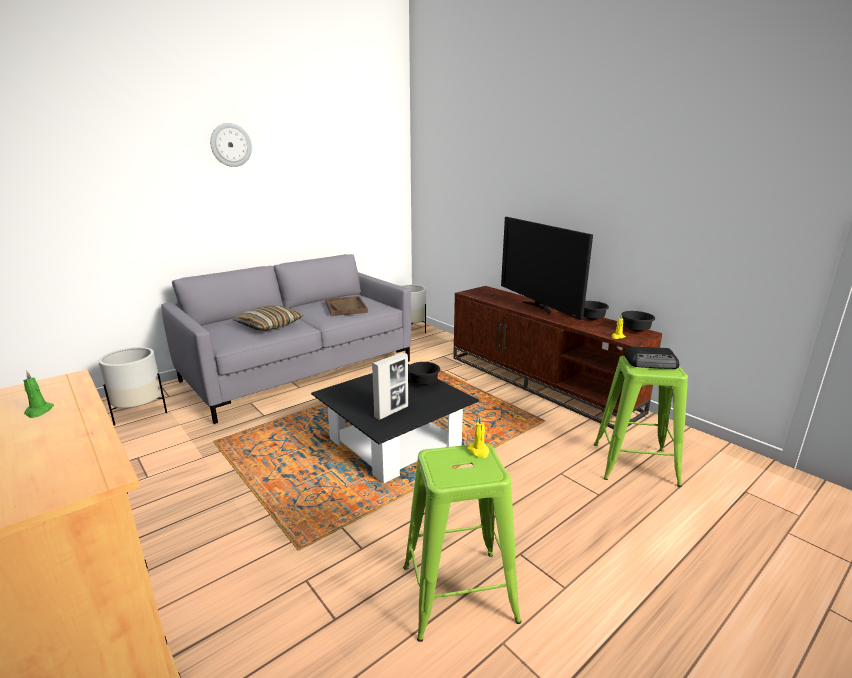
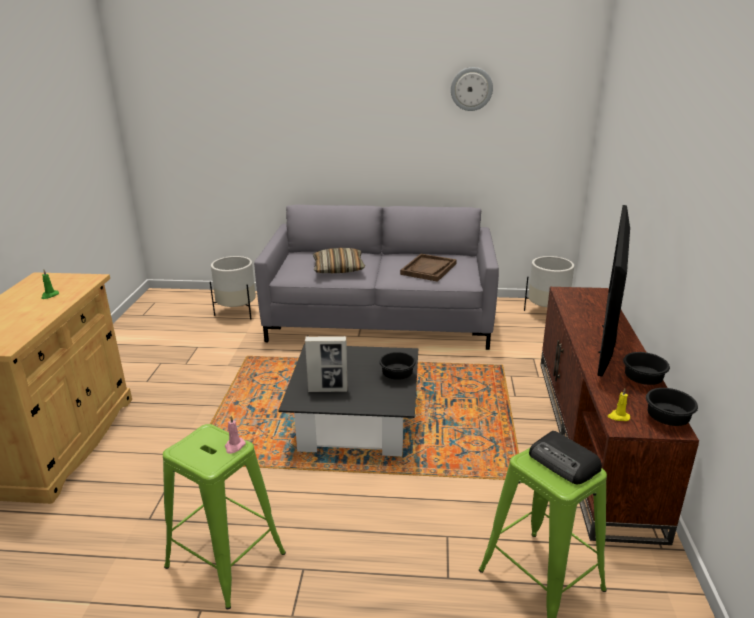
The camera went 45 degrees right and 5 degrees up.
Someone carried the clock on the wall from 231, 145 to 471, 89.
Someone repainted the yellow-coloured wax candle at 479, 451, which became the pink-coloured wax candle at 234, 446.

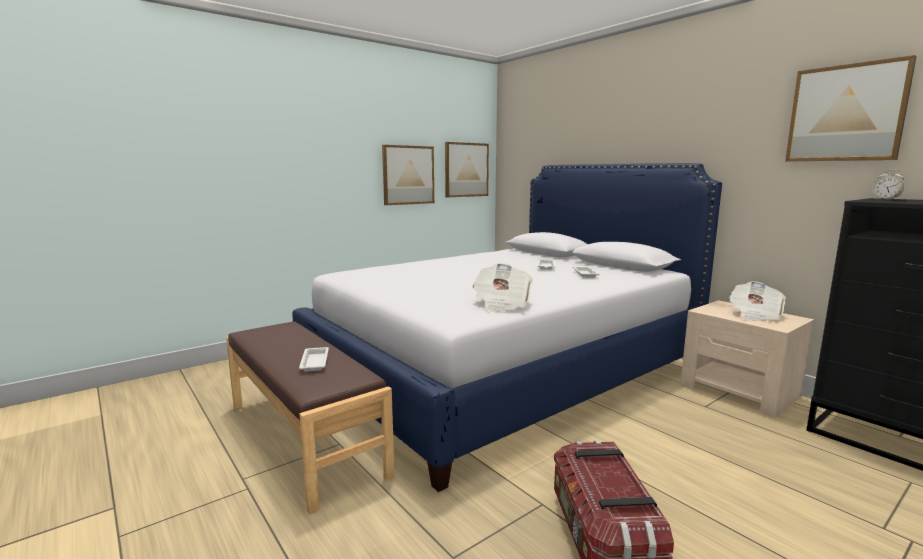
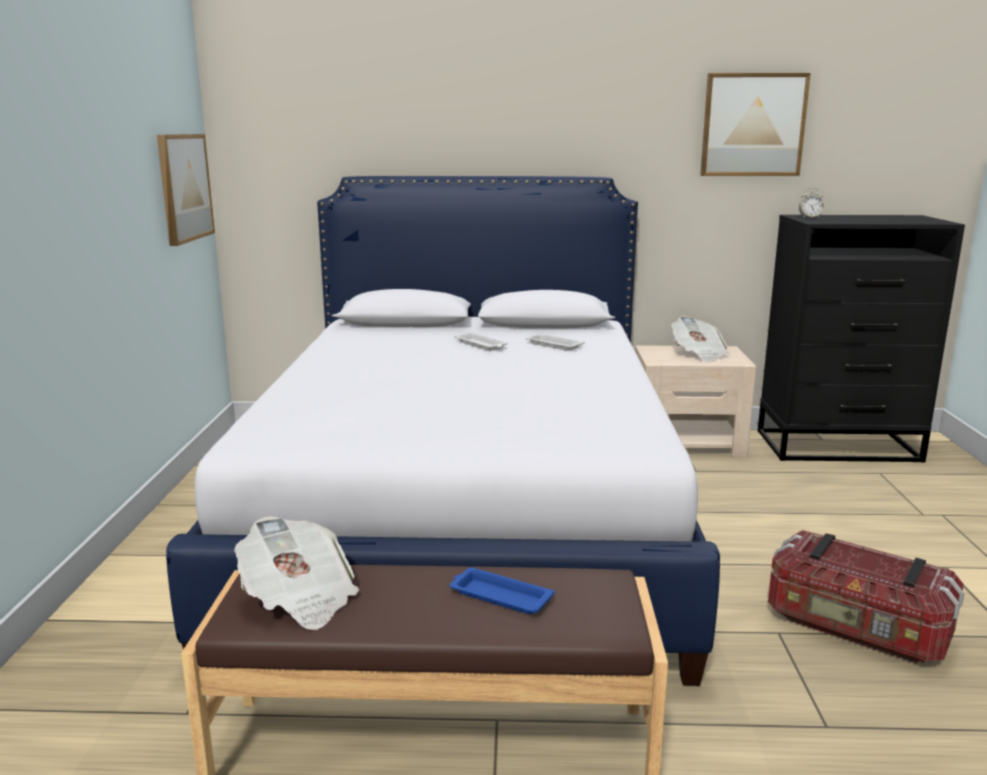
The camera went 50 degrees left and 5 degrees up.
Someone took away the wall picture at 408, 175.
Someone carried the newspaper from 501, 304 to 299, 599.
Someone repainted the white-coloured carrying tray at 315, 362, which became the bluish carrying tray at 499, 596.

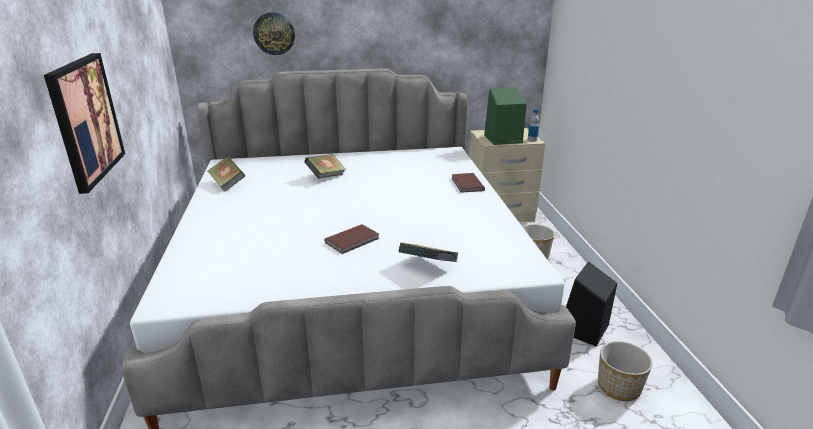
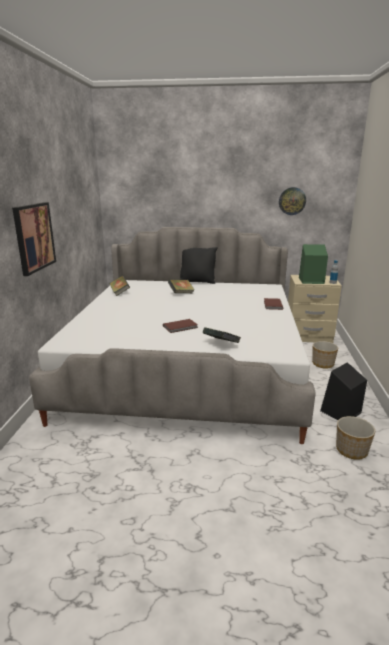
The camera went 15 degrees right and 5 degrees down.
Someone carried the clock on the wall from 274, 33 to 292, 201.
Someone put down the blackish throw pillow at 197, 282.

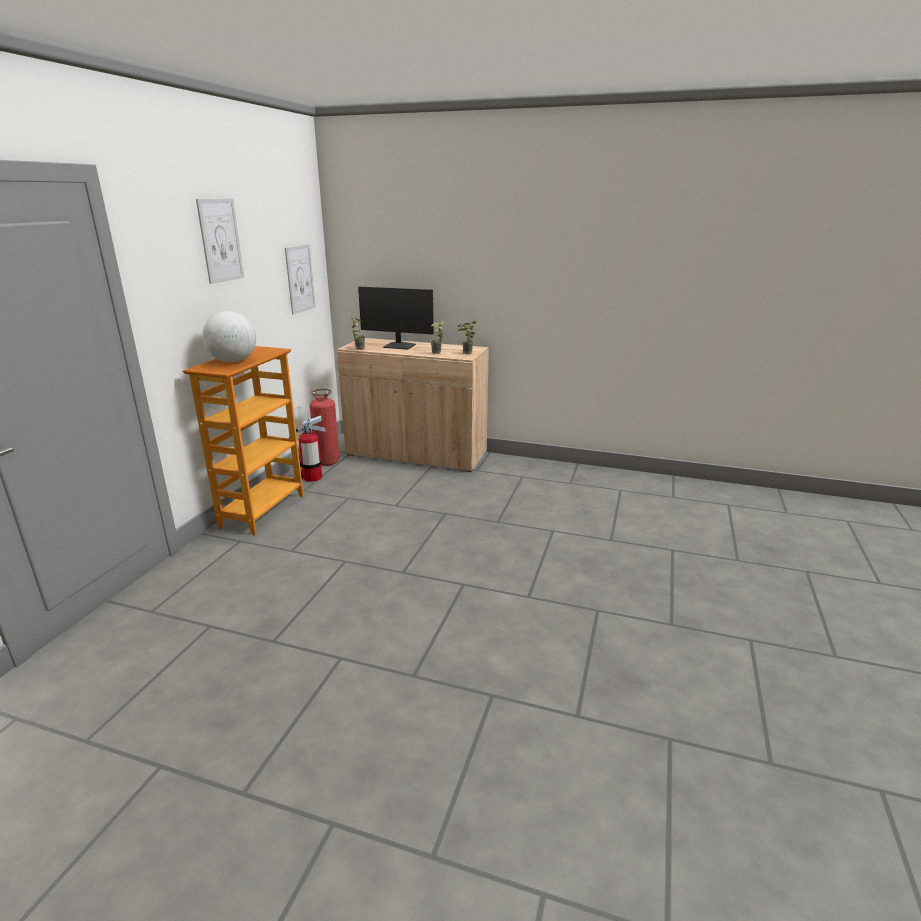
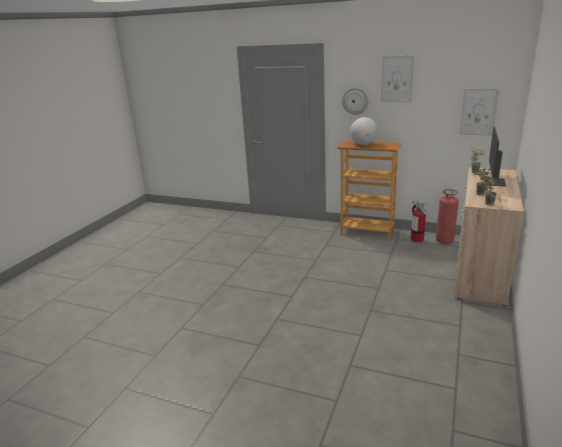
The camera went 95 degrees right and 0 degrees up.
Someone put up the clock on the wall at 355, 101.

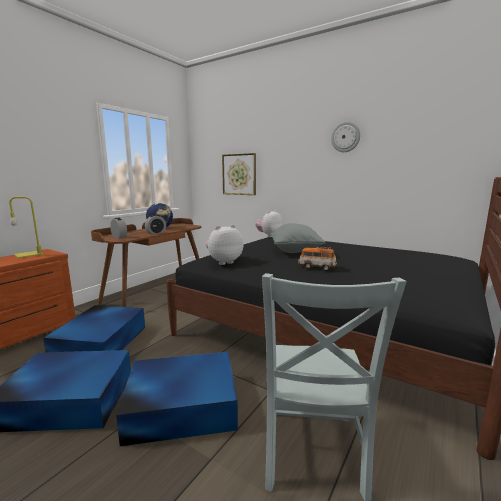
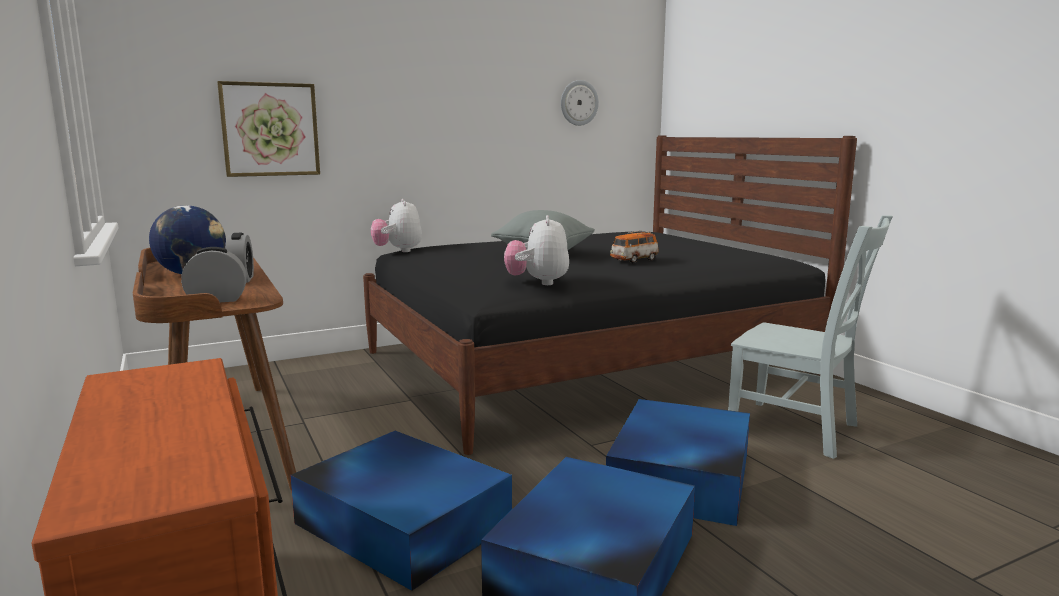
The camera went 60 degrees left and 0 degrees up.
Someone carried the clock on the wall from 345, 137 to 578, 103.
Someone took away the yellow-coloured tabletop lamp at 30, 254.

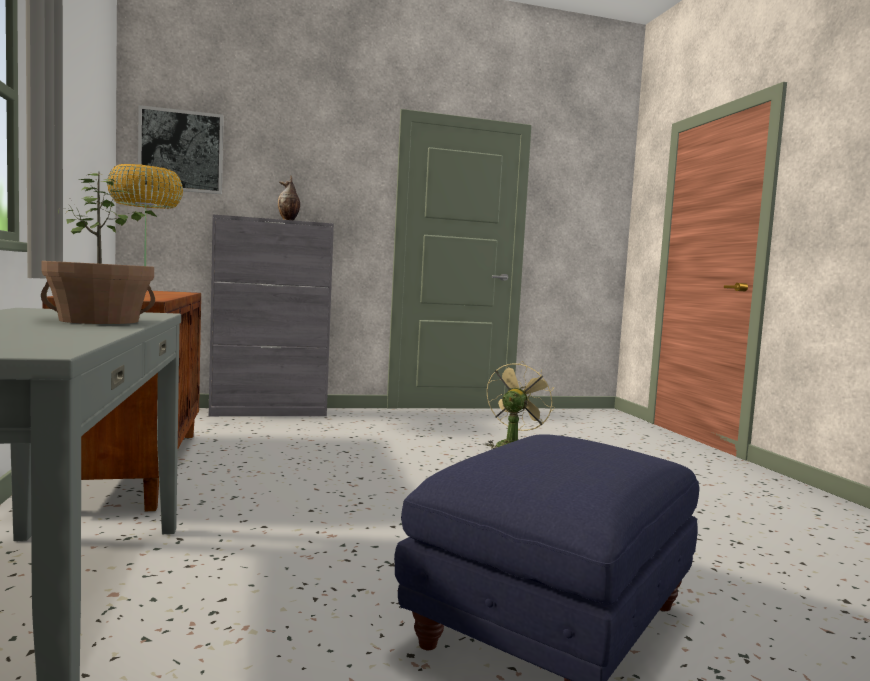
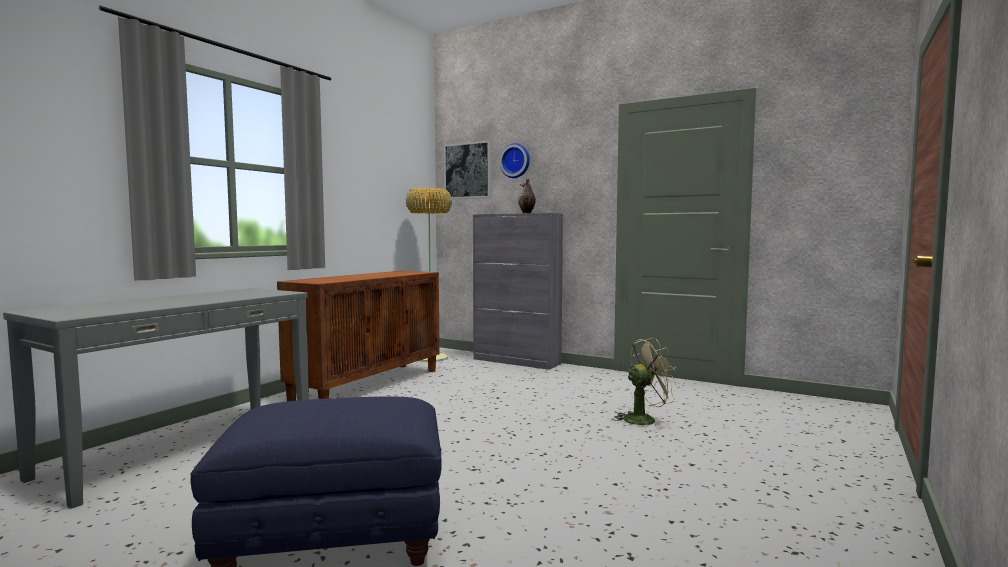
The camera went 45 degrees right and 0 degrees up.
Someone took away the plant in a pot at 99, 321.
Someone put up the clock on the wall at 516, 161.

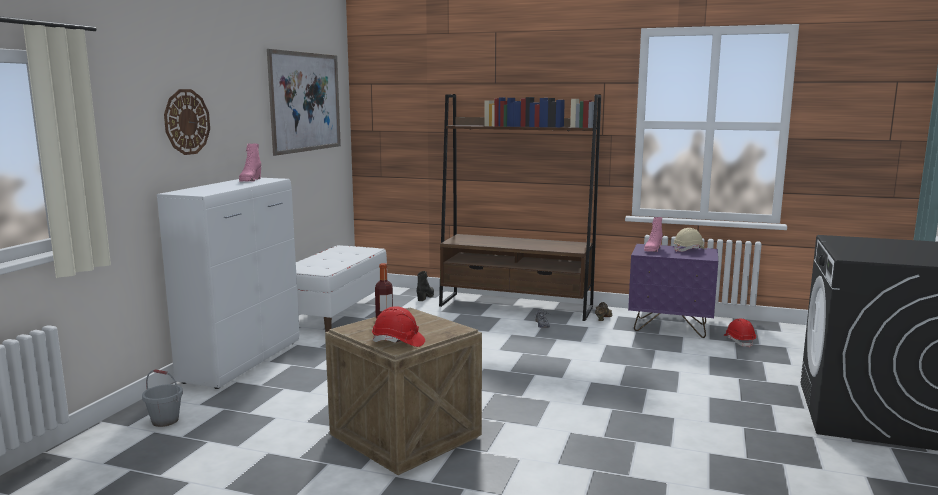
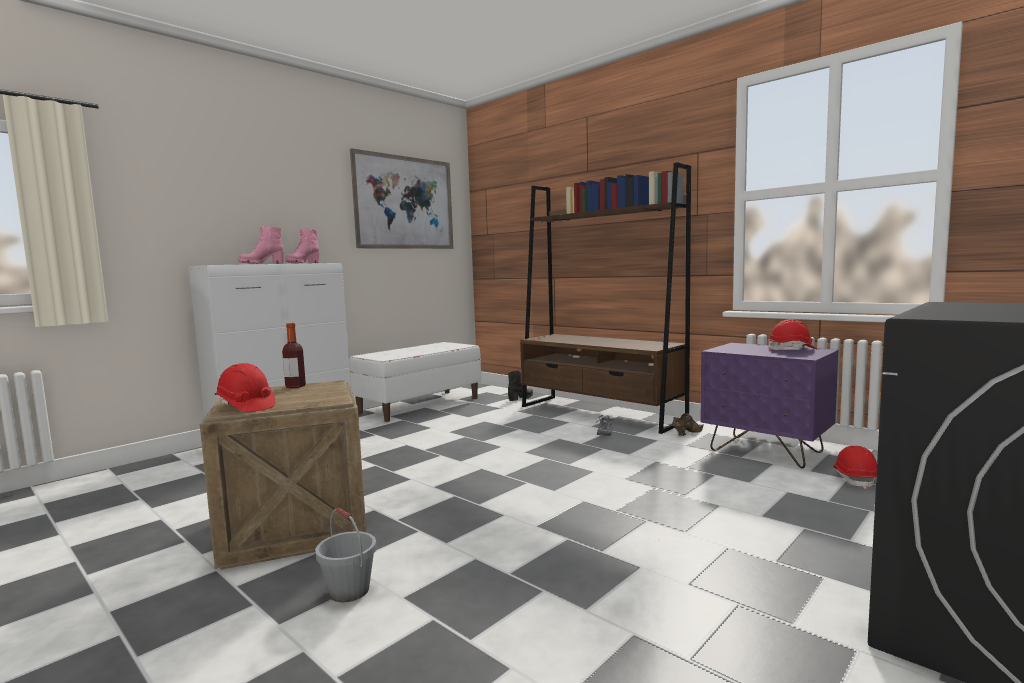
The camera went 25 degrees right and 5 degrees down.
Someone took away the clock on the wall at 186, 122.
Someone carried the pink-coloured tall boot from 652, 250 to 262, 264.
Someone repainted the beige-coloured safety helmet at 689, 250, which became the reddish safety helmet at 792, 349.
Someone carried the grey bucket from 165, 421 to 348, 591.

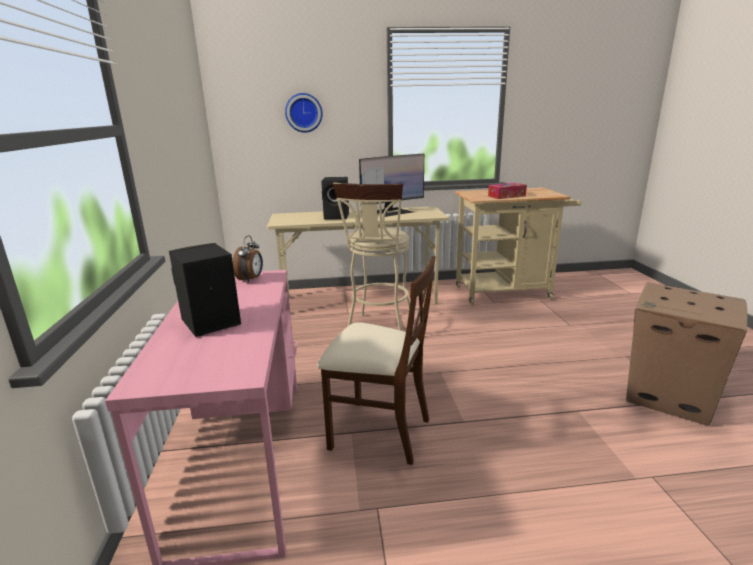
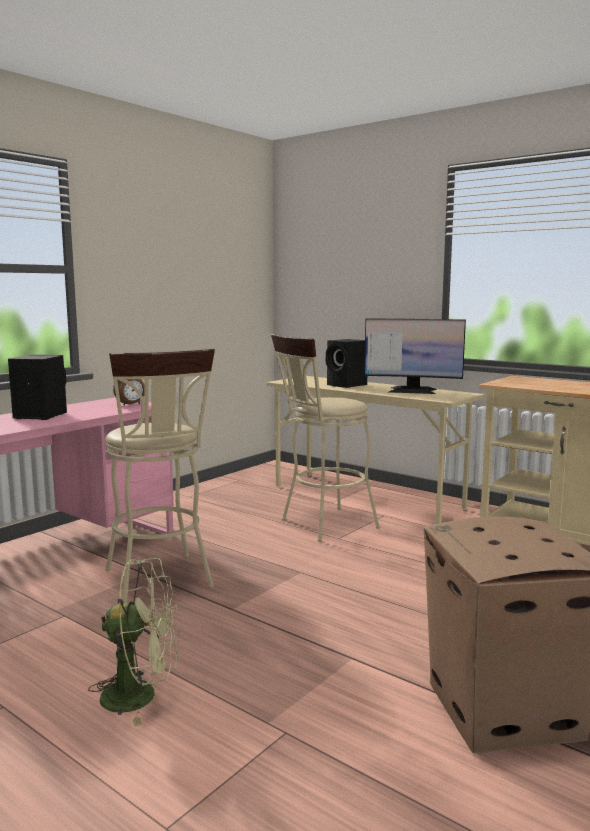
The camera went 45 degrees right and 10 degrees down.
Someone took away the clock on the wall at 304, 113.
Someone took away the box of tissues at 506, 196.
Someone swapped the beige-coloured plain chair at 379, 432 for the beige-coloured stool seat at 161, 582.
Someone put down the green cooling fan at 141, 695.

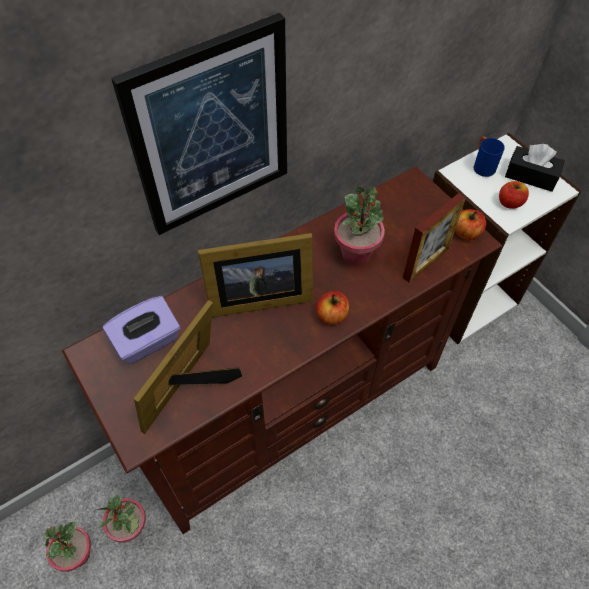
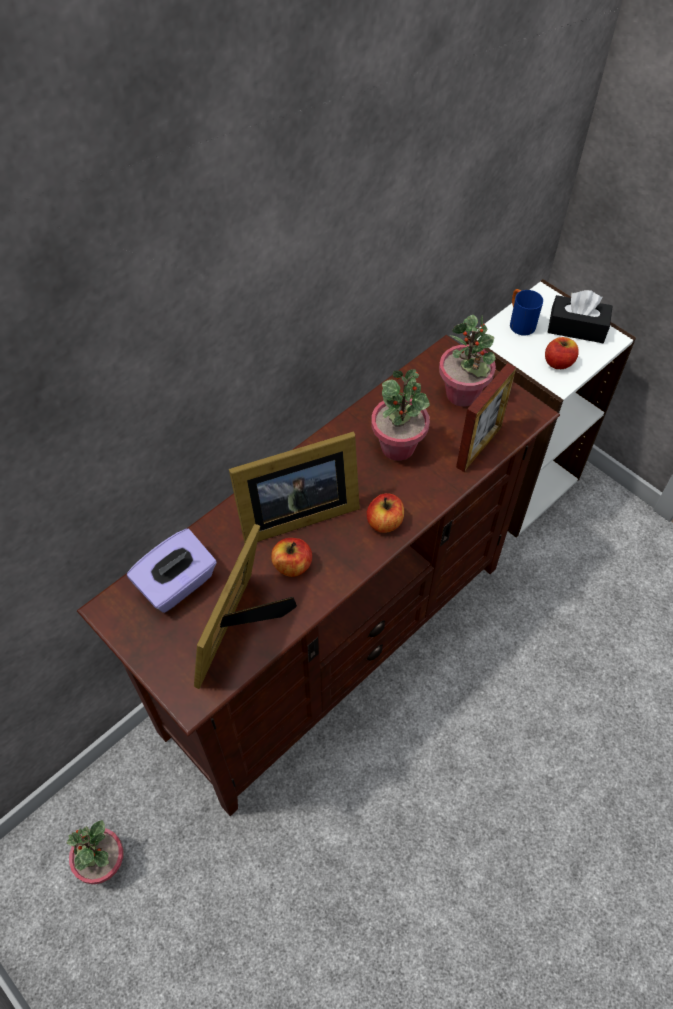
The camera went 10 degrees left and 0 degrees up.
Someone took away the wall picture at 211, 130.
Someone carried the apple from 466, 233 to 292, 565.
Someone carried the plant in a pot from 131, 527 to 462, 394.

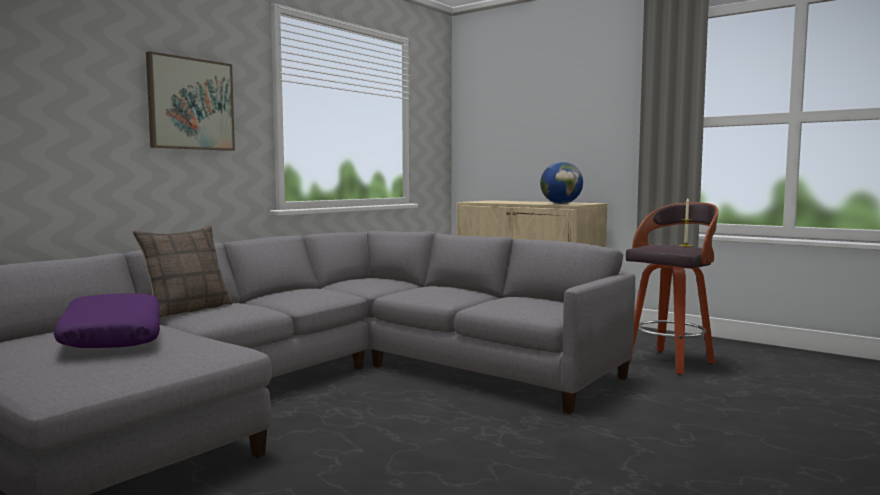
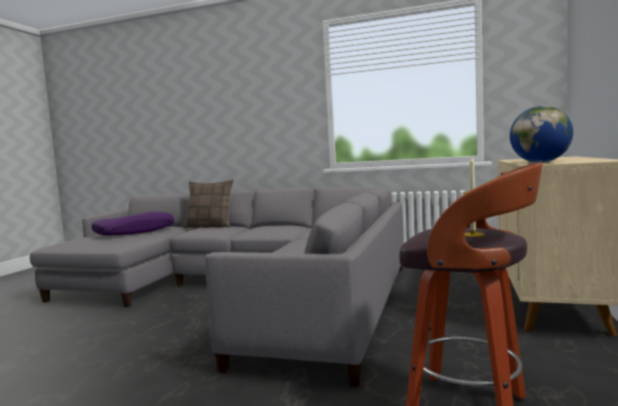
The camera went 70 degrees right and 0 degrees up.
Someone took away the wall picture at 191, 104.

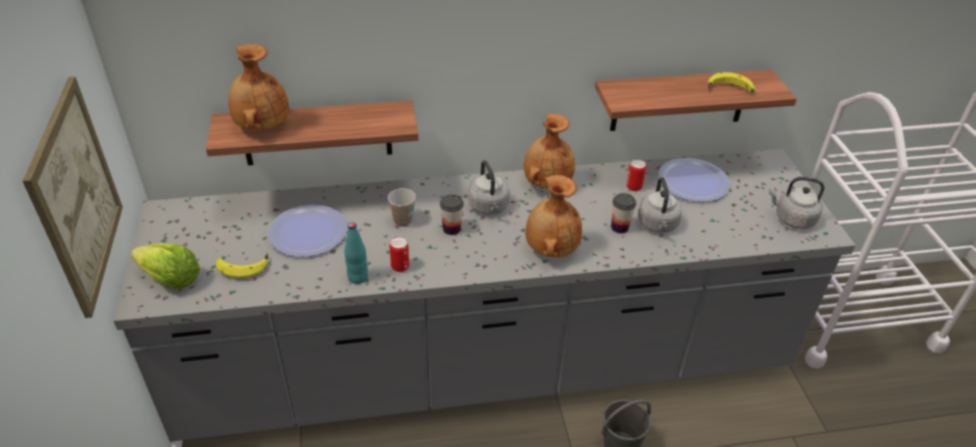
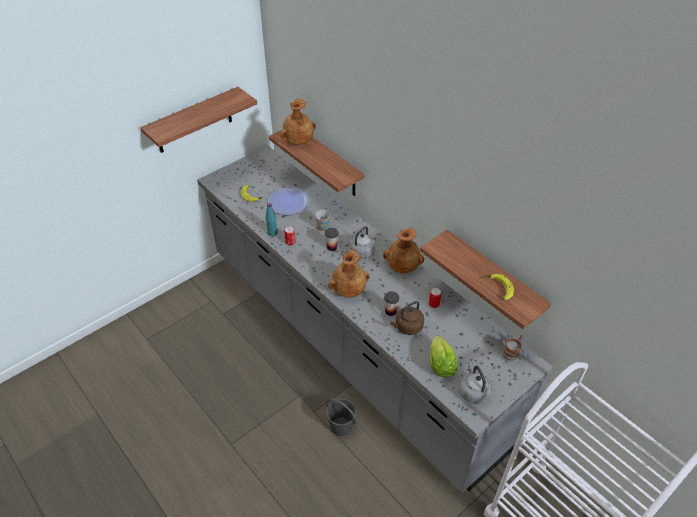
The camera went 60 degrees right and 5 degrees up.
Someone swapped the wall picture at 76, 196 for the shelf at 194, 121.
Someone took away the plate at 693, 181.
Someone repainted the grey water kettle at 658, 225, which became the brown water kettle at 407, 327.
Someone carried the lettuce head from 170, 279 to 440, 364.
Someone put down the mug at 511, 353.

